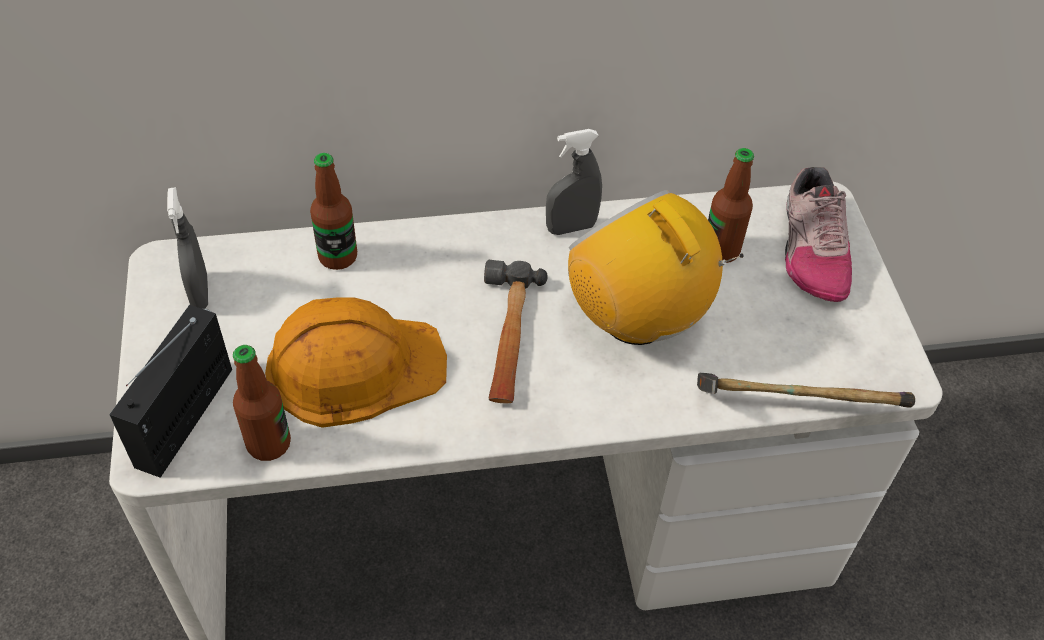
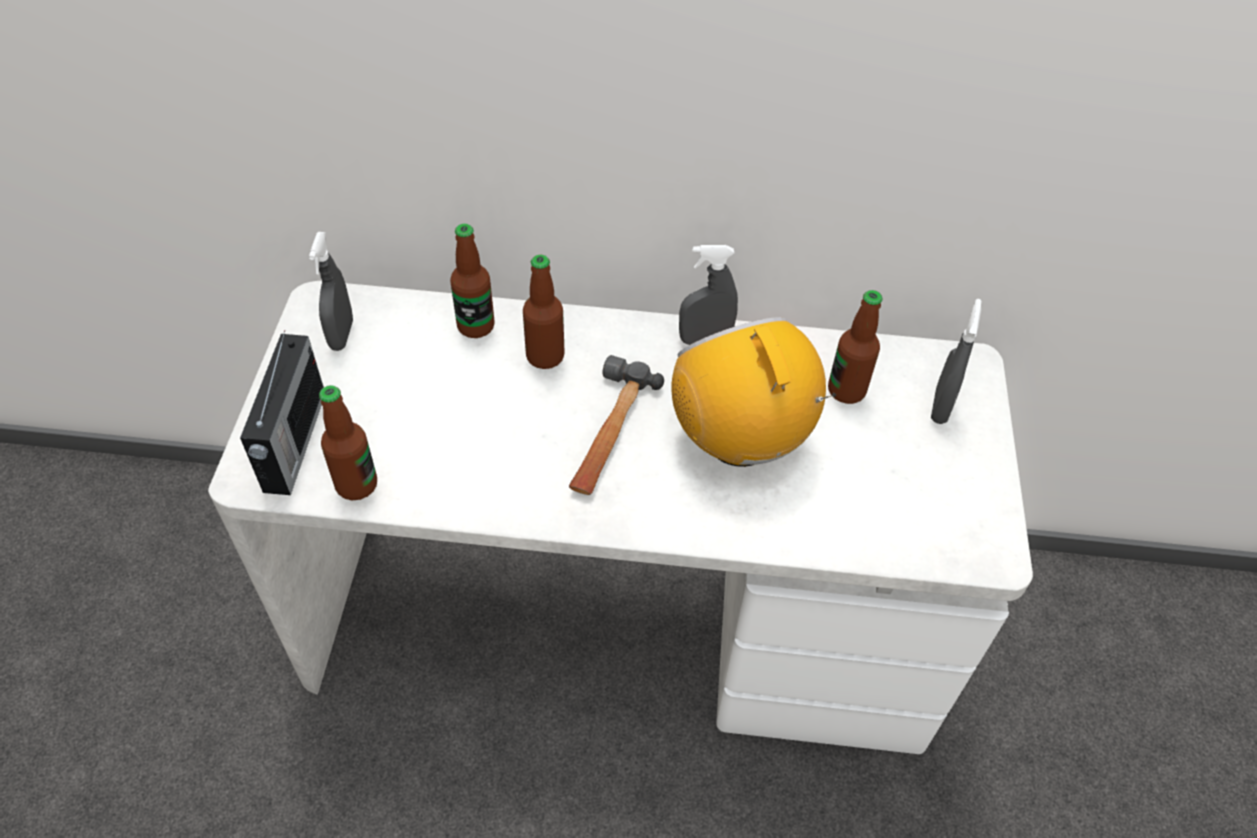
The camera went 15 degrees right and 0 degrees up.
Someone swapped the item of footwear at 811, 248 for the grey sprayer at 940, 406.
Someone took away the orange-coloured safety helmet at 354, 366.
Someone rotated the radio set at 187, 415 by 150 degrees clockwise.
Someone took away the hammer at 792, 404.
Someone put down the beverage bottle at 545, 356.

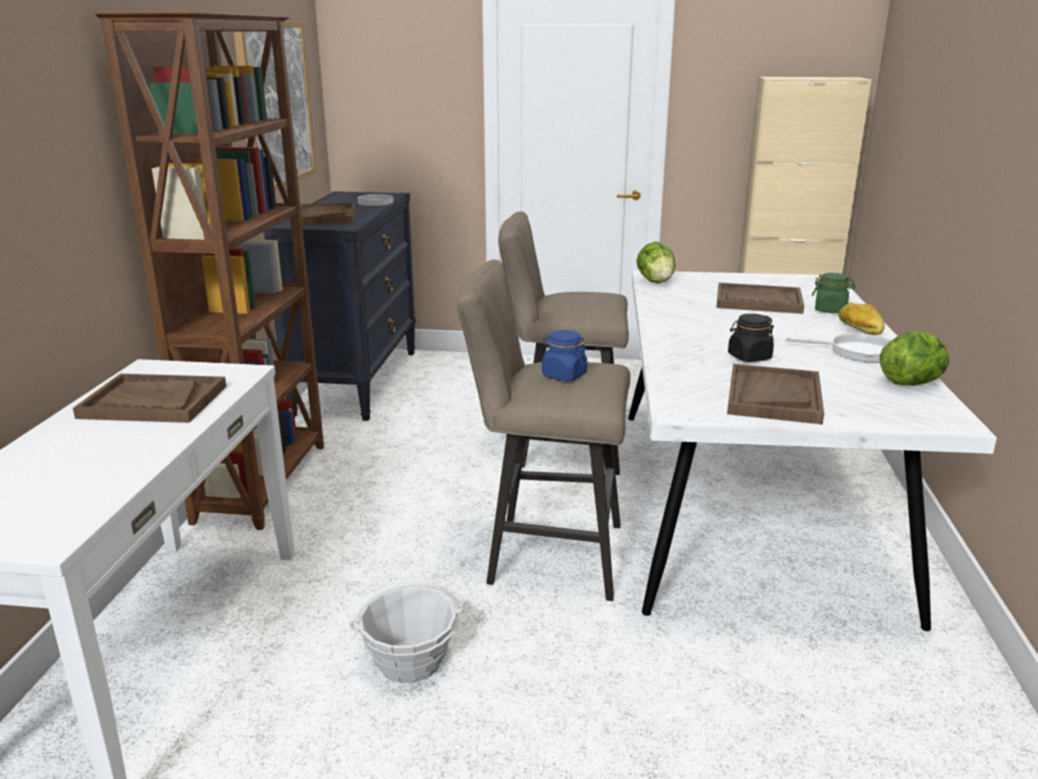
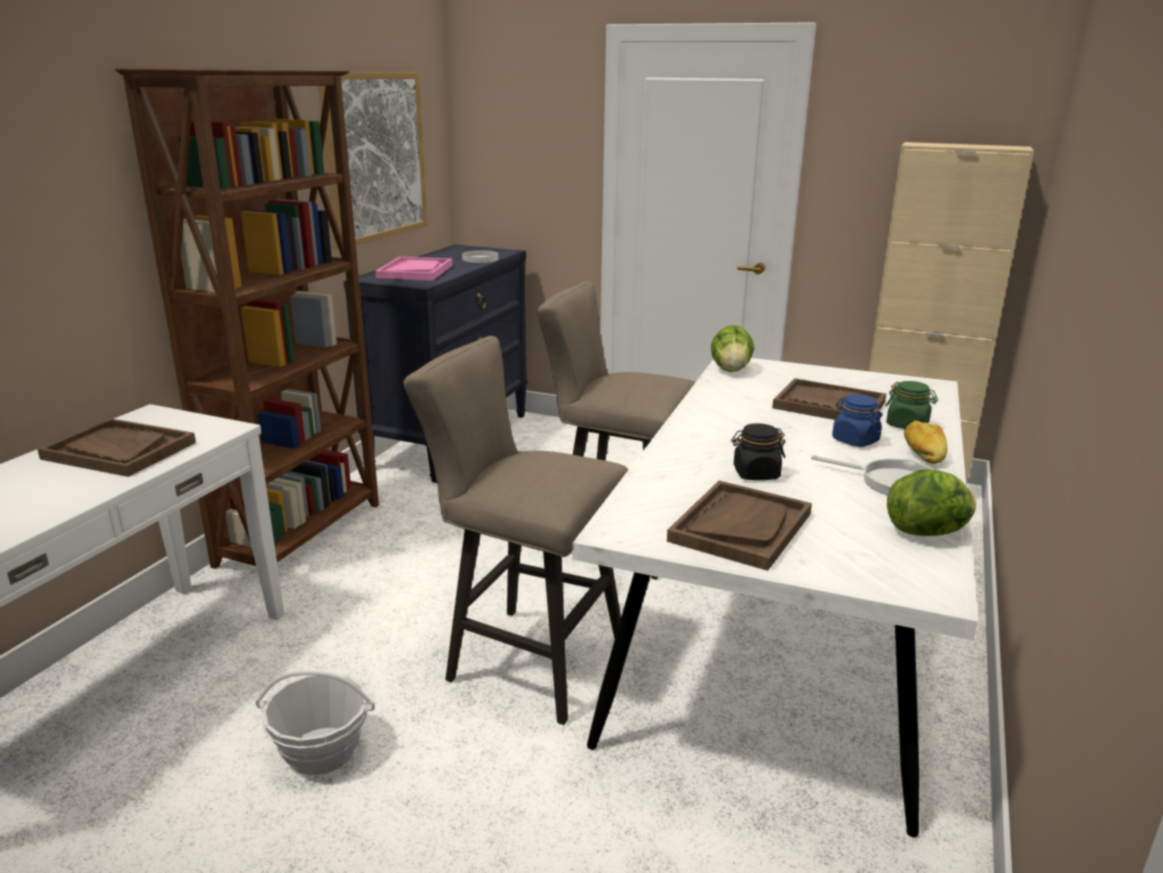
The camera went 15 degrees right and 0 degrees up.
Someone repainted the brown carrying tray at 325, 216, which became the pink-coloured carrying tray at 415, 271.
Someone carried the bluish jar from 564, 375 to 855, 440.

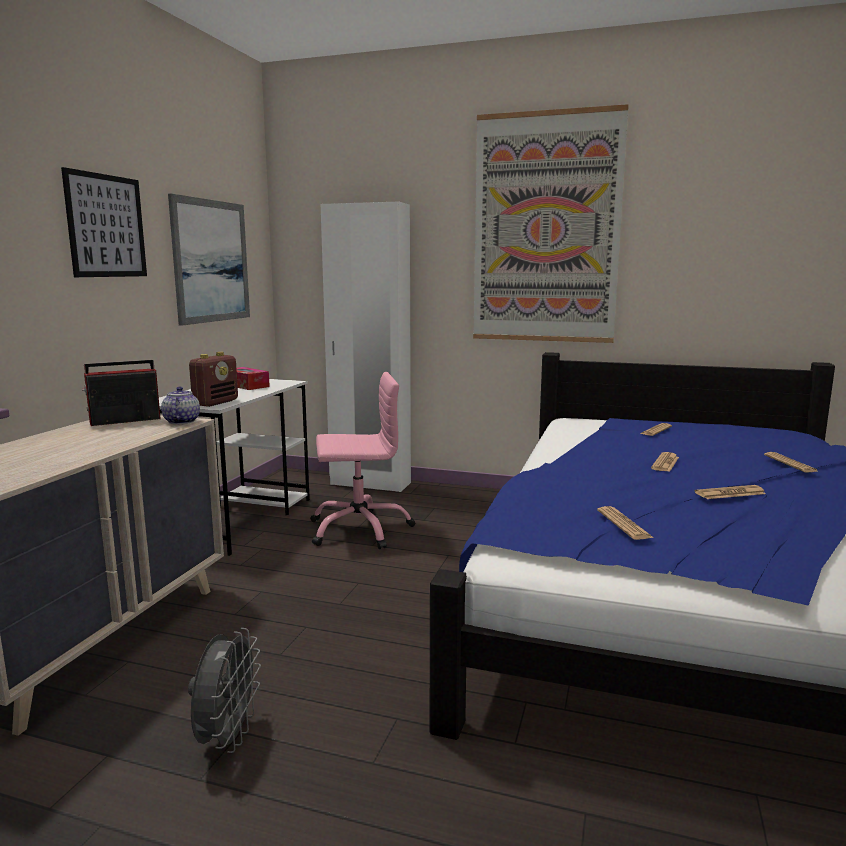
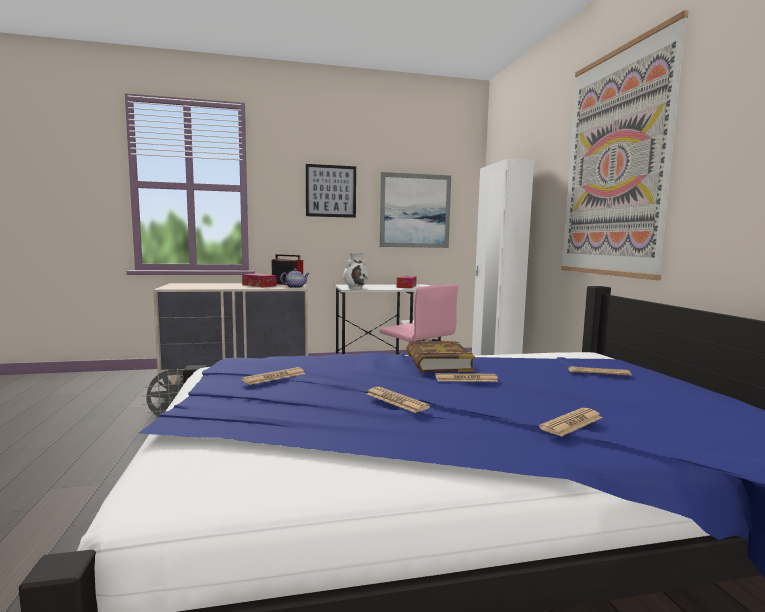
The camera went 60 degrees right and 5 degrees down.
Someone swapped the radio set at 216, 403 for the white-coloured vase at 356, 288.
Someone put down the box of tissues at 259, 285.
Someone put down the volume at 437, 362.

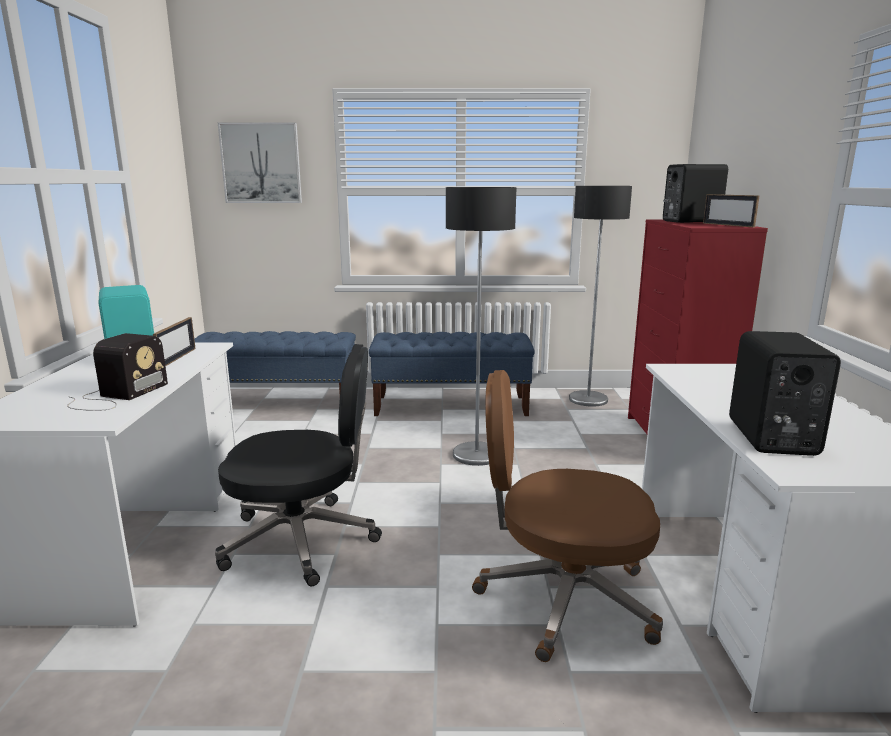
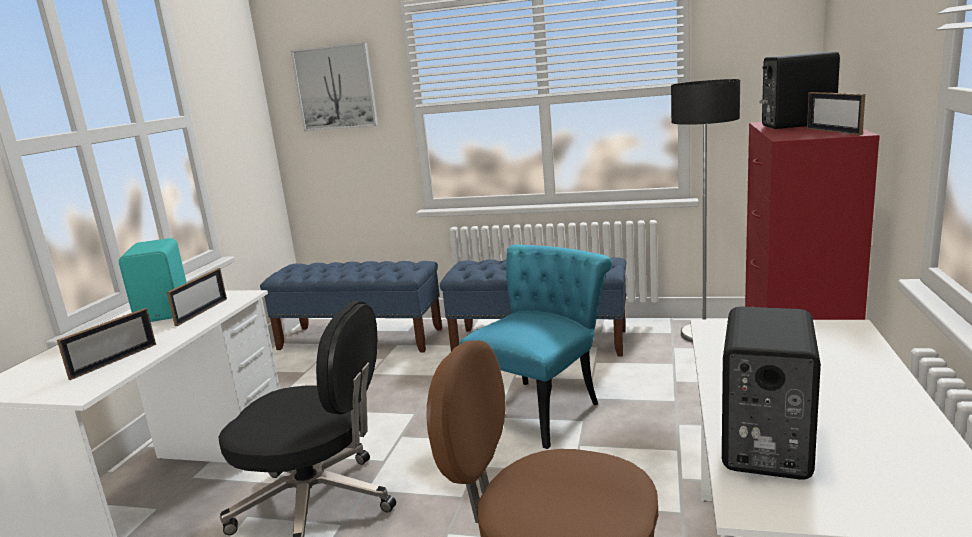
The camera went 15 degrees right and 0 degrees up.
Someone swapped the standing lamp at 477, 455 for the turquoise plain chair at 542, 406.
Someone swapped the radio set at 116, 396 for the photo frame at 114, 361.

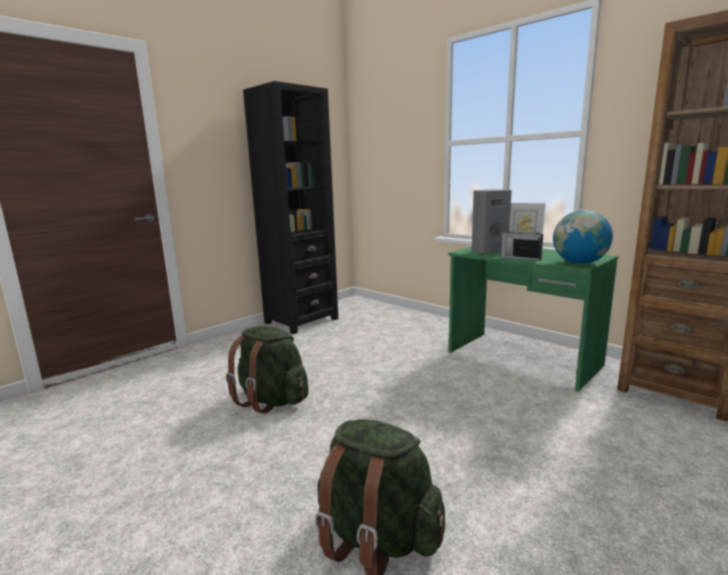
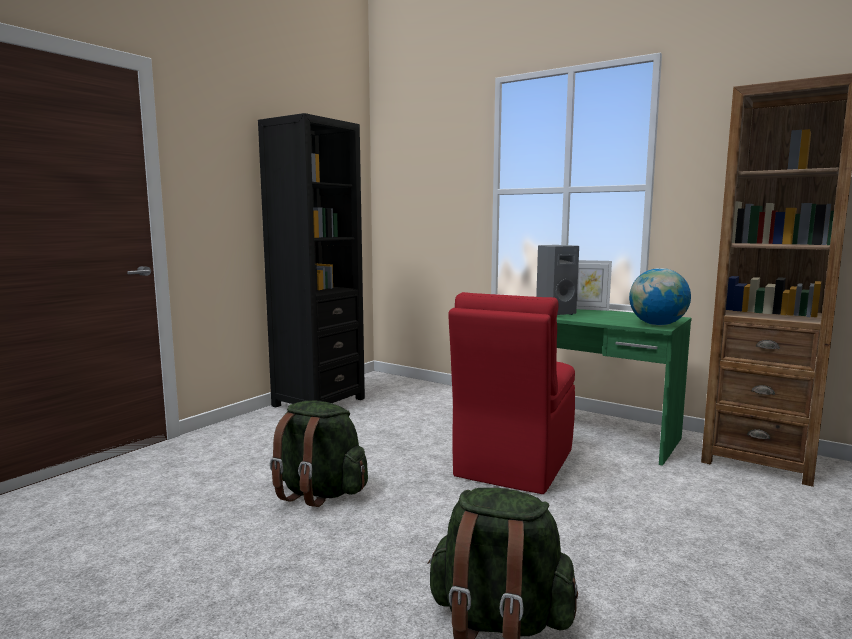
The camera went 10 degrees left and 5 degrees down.
Someone took away the radio set at 520, 258.
Someone put down the reddish plain chair at 513, 464.

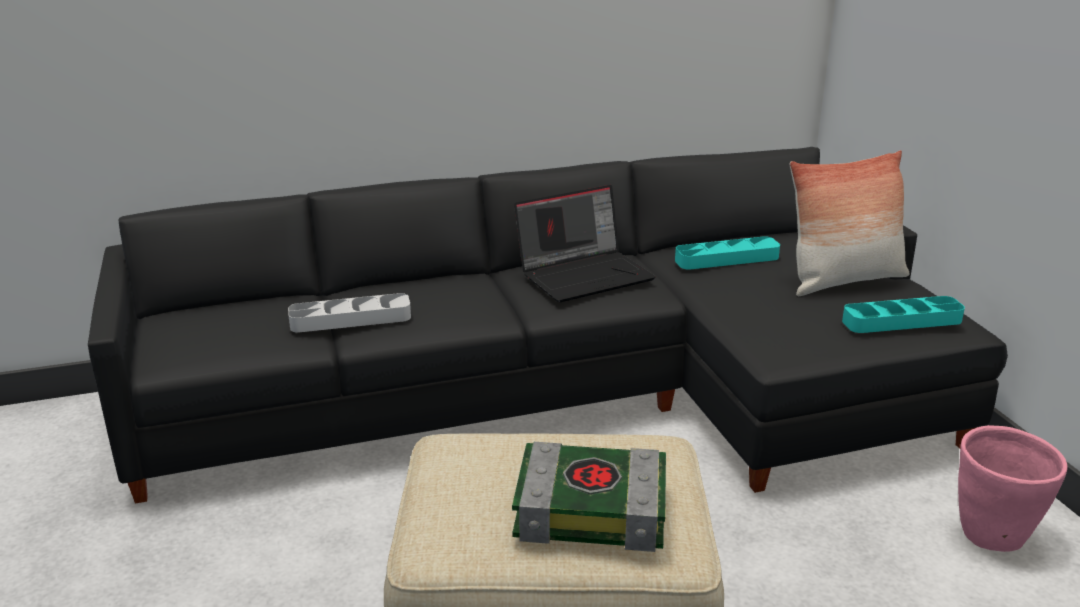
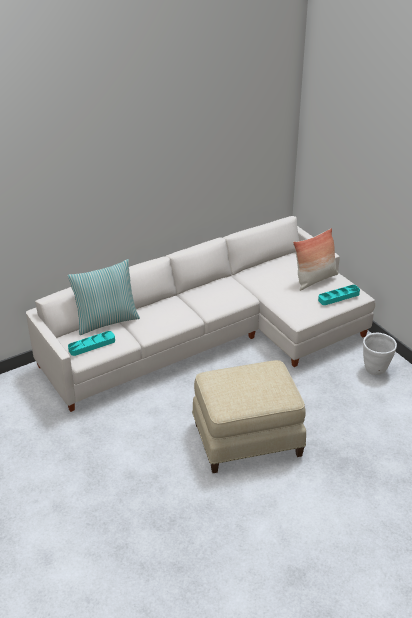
The camera went 15 degrees left and 10 degrees up.
Someone repainted the blackish sofa at 570, 393, which became the white-coloured sofa at 212, 336.
Someone took away the portable computer at 585, 274.
Someone carried the turquoise carrying tray from 726, 259 to 92, 345.
Someone took away the grey carrying tray at 350, 319.
Someone repainted the pink-coloured flower pot at 993, 536, which became the white-coloured flower pot at 375, 369.
Someone took away the volume at 594, 508.
Someone put down the throw pillow at 106, 321.

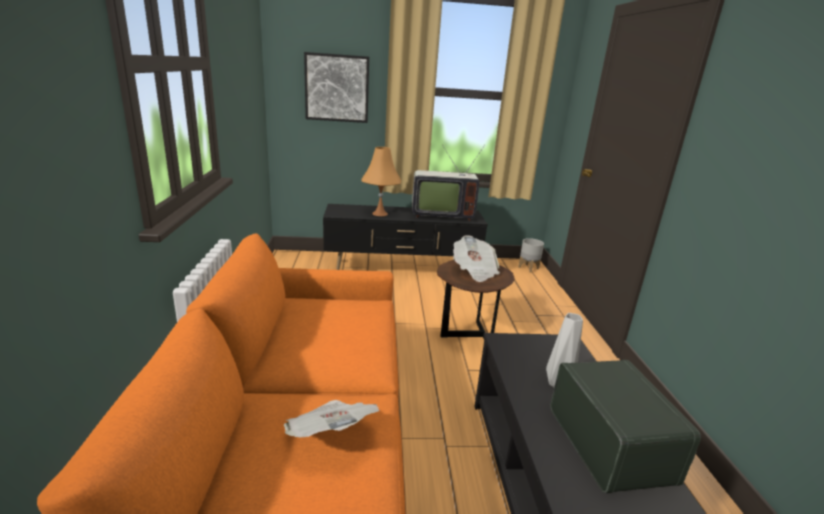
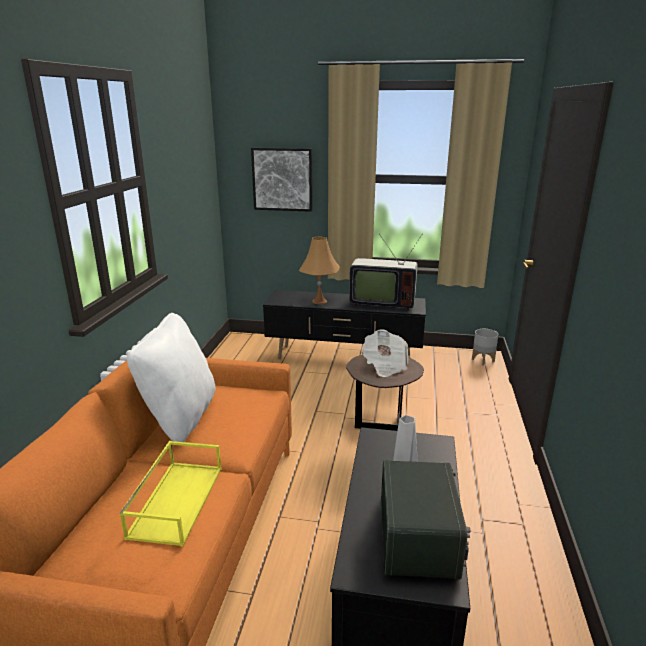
The camera went 15 degrees right and 0 degrees up.
Someone swapped the newspaper at 330, 436 for the yellow-coloured carrying tray at 176, 500.
Someone put down the white-coloured throw pillow at 181, 417.

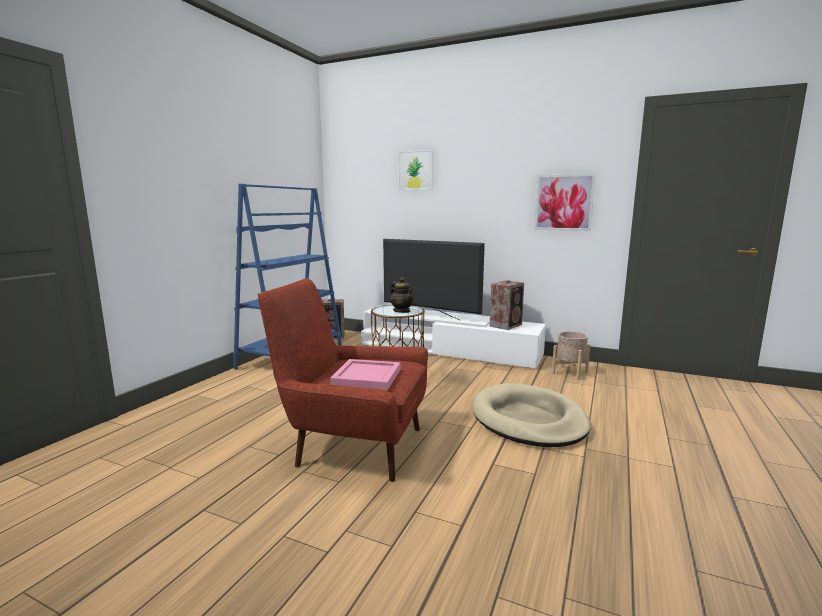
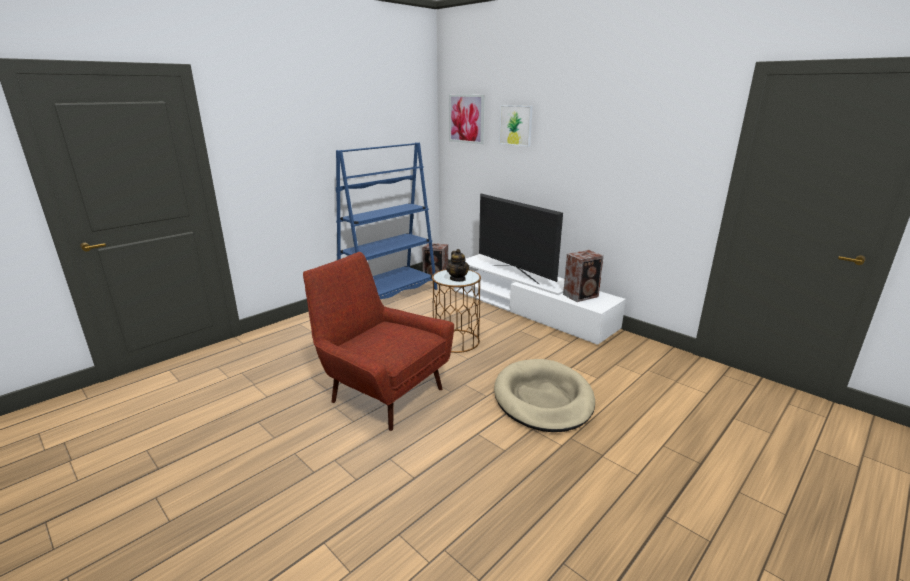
The camera went 20 degrees right and 10 degrees up.
Someone carried the wall picture from 564, 202 to 466, 119.
Someone took away the beige-coloured flower pot at 570, 373.
Someone took away the pink-coloured carrying tray at 366, 377.

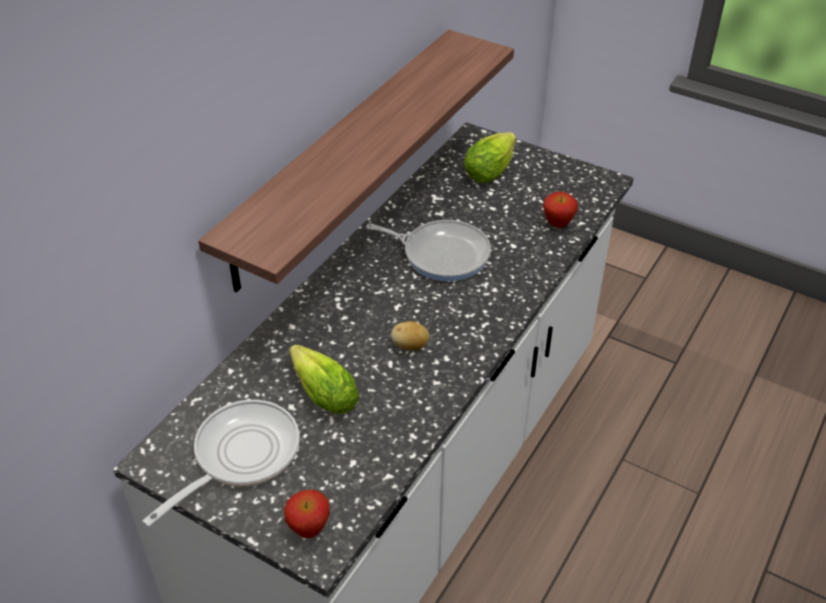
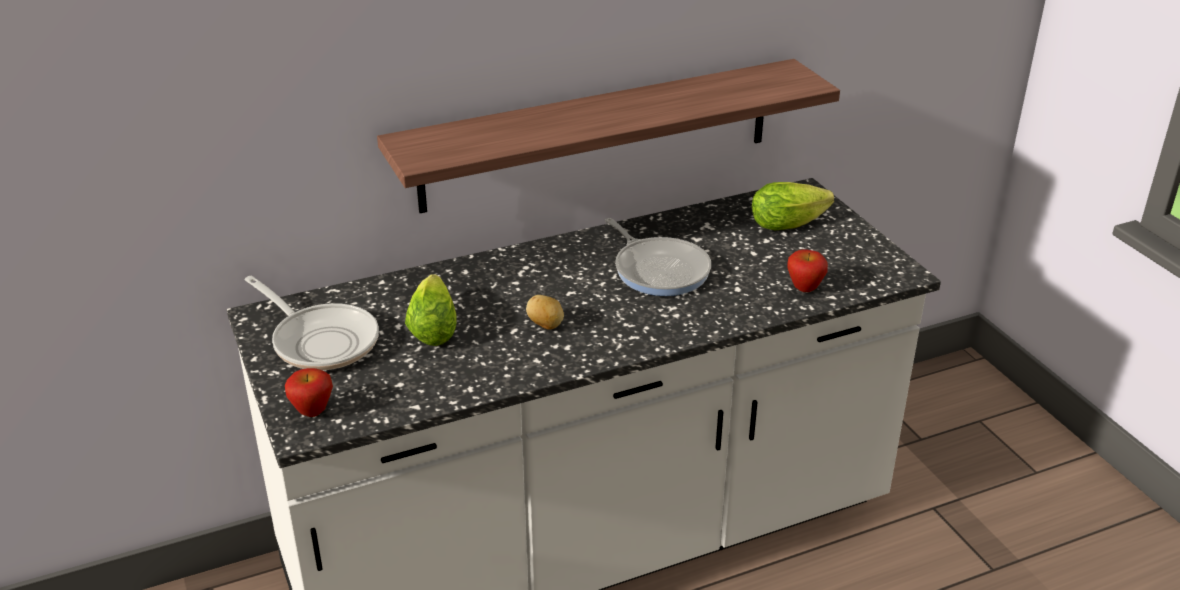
The camera went 35 degrees right and 10 degrees down.
Someone rotated the frying pan at 240, 456 by 60 degrees clockwise.

